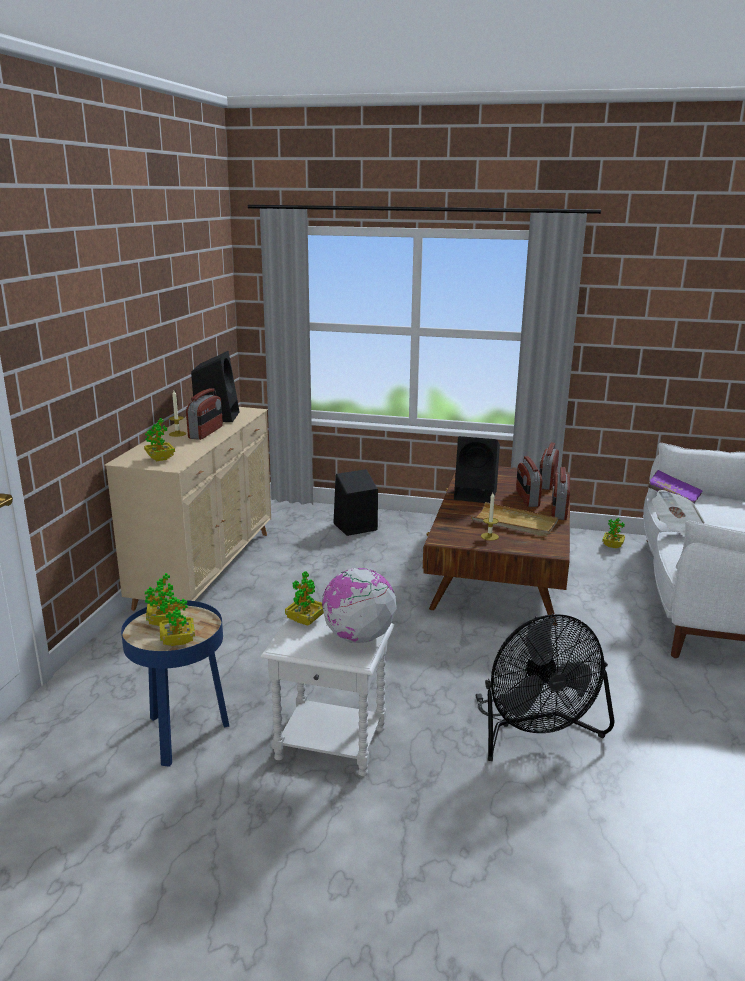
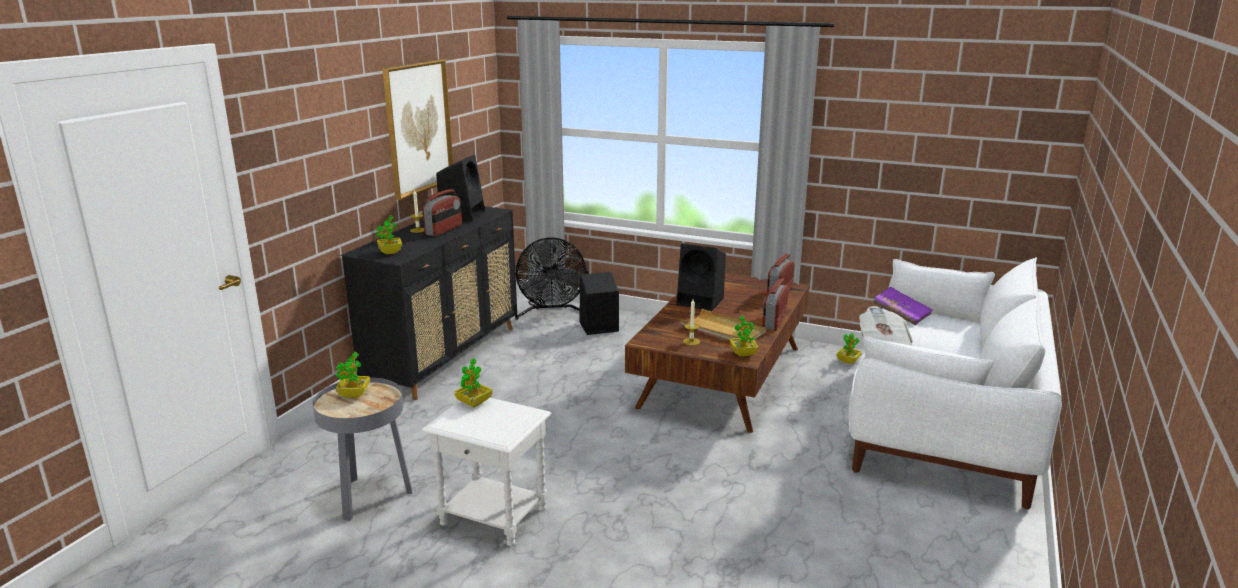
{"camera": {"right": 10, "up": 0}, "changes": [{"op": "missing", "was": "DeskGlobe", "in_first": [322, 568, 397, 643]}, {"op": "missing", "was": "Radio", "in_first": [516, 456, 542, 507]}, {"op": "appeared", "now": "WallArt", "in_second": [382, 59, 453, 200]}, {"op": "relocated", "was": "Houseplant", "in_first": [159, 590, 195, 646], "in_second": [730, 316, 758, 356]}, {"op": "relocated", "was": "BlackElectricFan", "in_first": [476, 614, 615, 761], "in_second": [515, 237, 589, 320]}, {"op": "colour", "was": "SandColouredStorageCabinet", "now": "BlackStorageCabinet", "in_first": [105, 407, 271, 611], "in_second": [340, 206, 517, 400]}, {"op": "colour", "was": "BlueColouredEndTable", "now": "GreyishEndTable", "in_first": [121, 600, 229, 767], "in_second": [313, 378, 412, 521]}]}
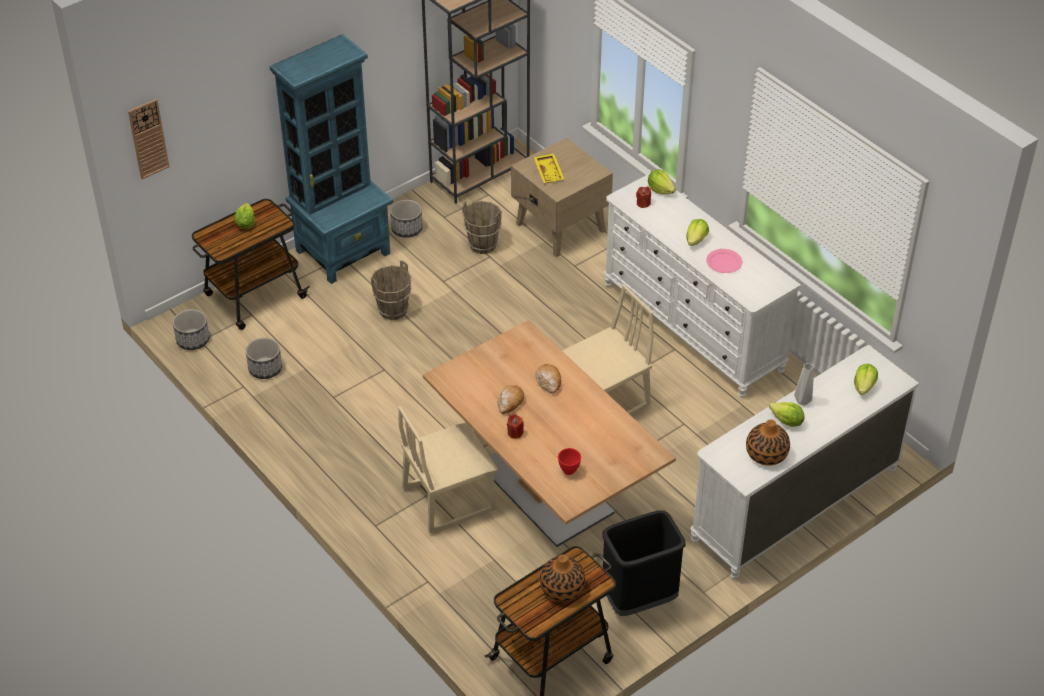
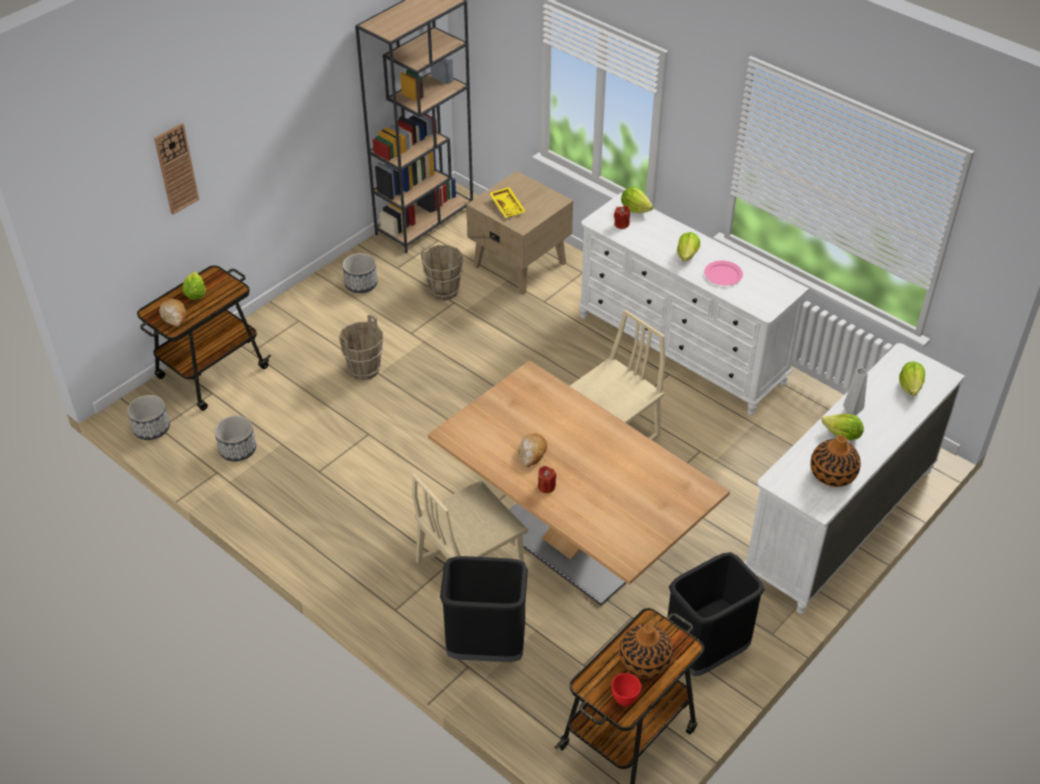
{"camera": {"right": -10, "up": 0}, "changes": [{"op": "missing", "was": "BlueColouredStorageCabinet", "in_first": [270, 34, 393, 284]}, {"op": "appeared", "now": "BlackTrashCan", "in_second": [440, 556, 528, 662]}, {"op": "relocated", "was": "WallClock", "in_first": [128, 99, 169, 179], "in_second": [154, 123, 199, 215]}, {"op": "relocated", "was": "BakeryBread", "in_first": [535, 364, 561, 394], "in_second": [159, 299, 186, 327]}, {"op": "relocated", "was": "RedColouredServingBowl", "in_first": [558, 448, 581, 475], "in_second": [611, 673, 641, 707]}]}
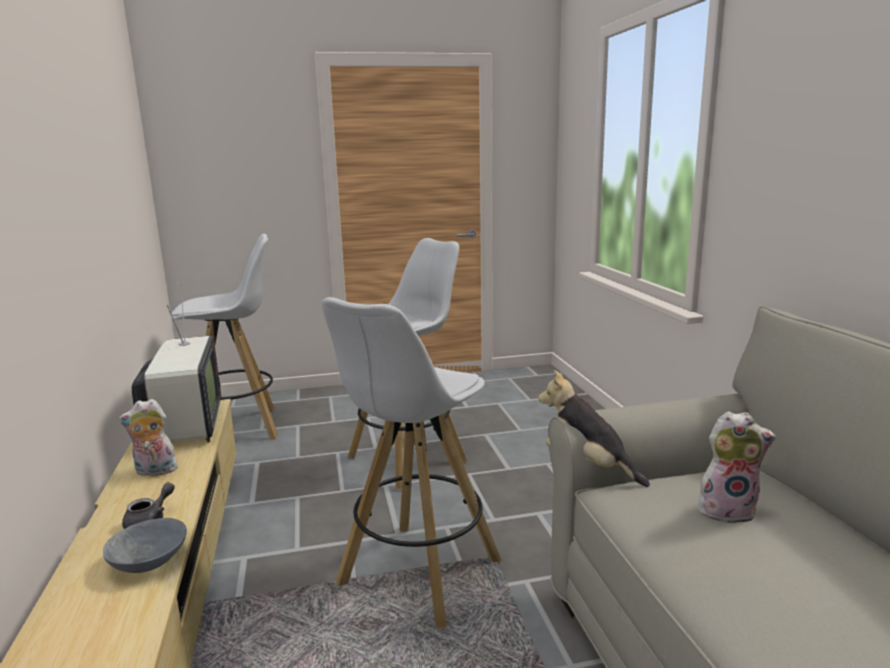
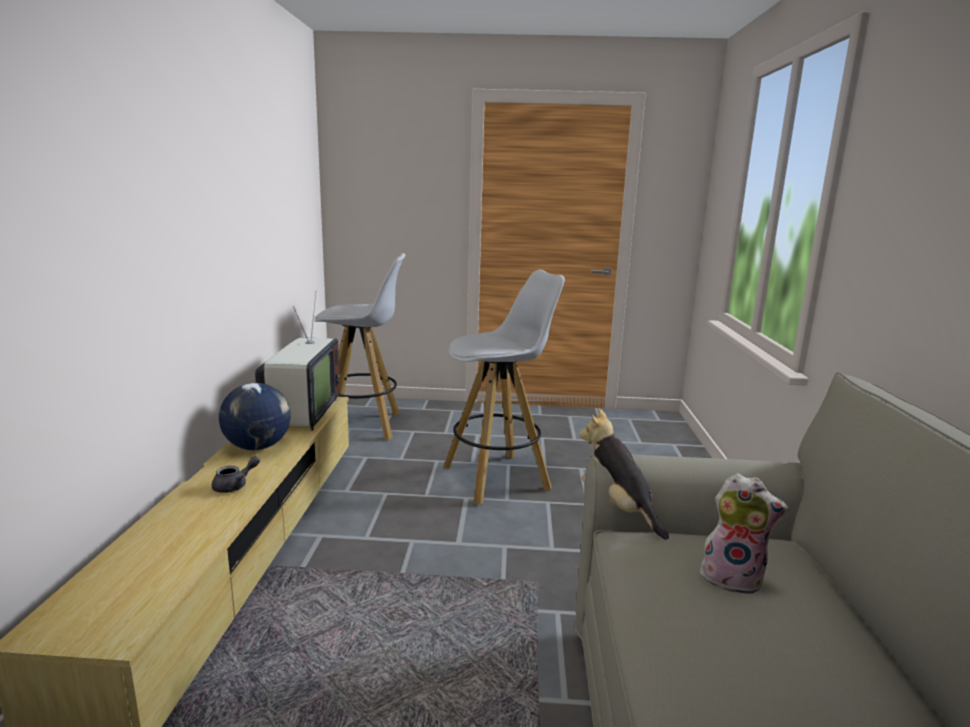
{"camera": {"right": 15, "up": 0}, "changes": [{"op": "missing", "was": "GreyishServingBowl", "in_first": [103, 518, 187, 573]}, {"op": "missing", "was": "WhitishSittingStool", "in_first": [321, 297, 502, 628]}, {"op": "exchanged", "was": "CuddlyToy", "now": "DeskGlobe", "in_first": [119, 399, 178, 476], "in_second": [219, 383, 291, 450]}]}
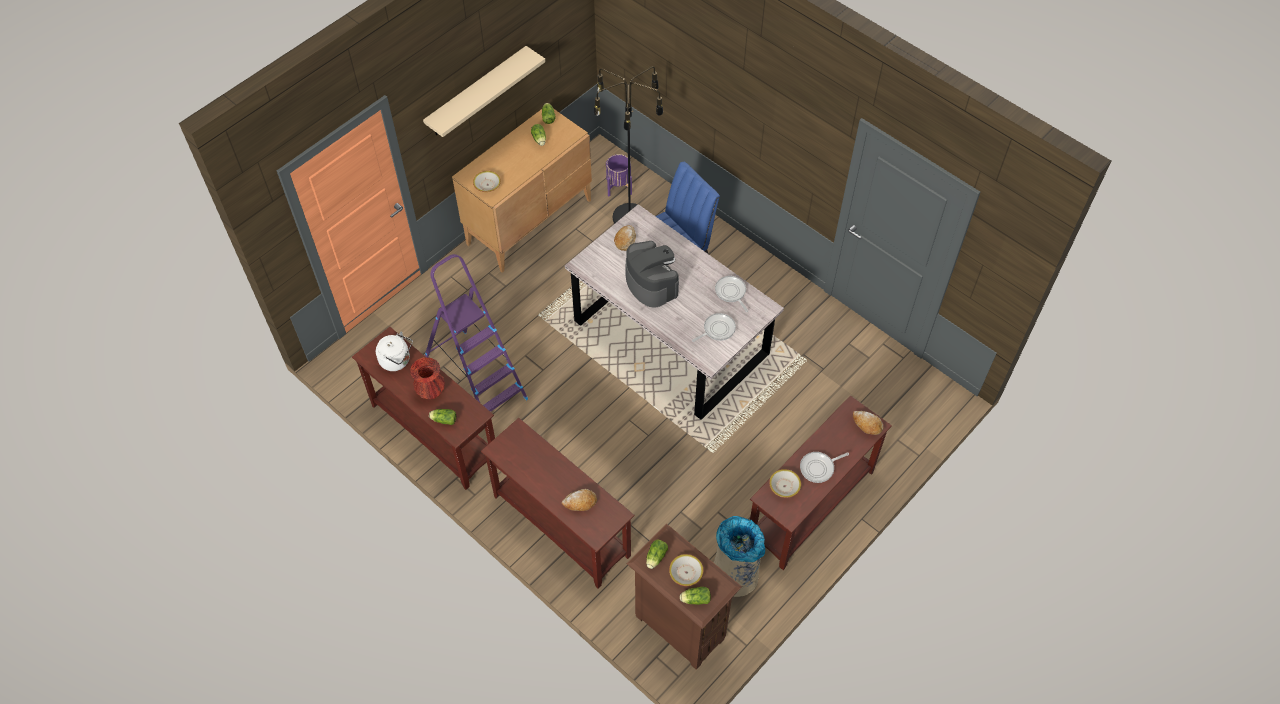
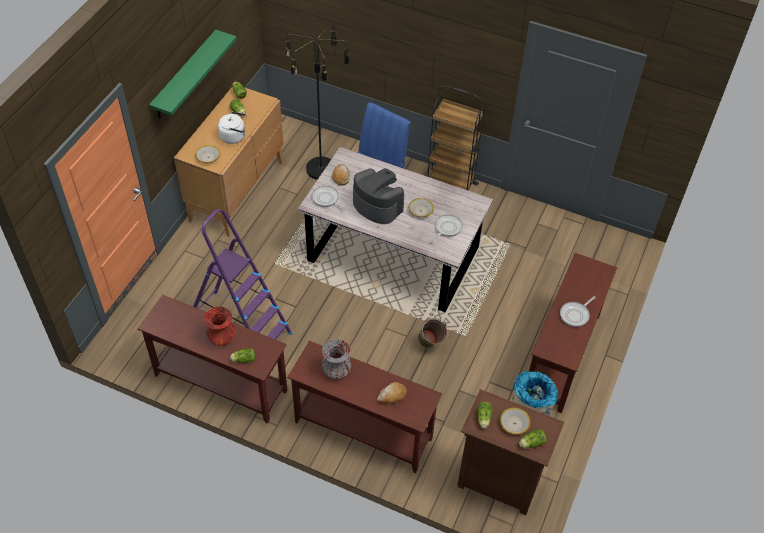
{"camera": {"right": -20, "up": -5}, "changes": [{"op": "missing", "was": "PurpleFlowerPot", "in_first": [606, 154, 632, 196]}, {"op": "missing", "was": "BakeryBread", "in_first": [853, 411, 883, 435]}, {"op": "appeared", "now": "GreyishFlowerVase", "in_second": [322, 339, 351, 379]}, {"op": "appeared", "now": "GreenishBucket", "in_second": [418, 318, 448, 348]}, {"op": "appeared", "now": "BrownishTrolley", "in_second": [427, 86, 484, 190]}, {"op": "relocated", "was": "WhitishTeaKettle", "in_first": [376, 331, 413, 371], "in_second": [218, 112, 247, 144]}, {"op": "relocated", "was": "FryingPan", "in_first": [715, 276, 748, 312], "in_second": [312, 186, 346, 211]}, {"op": "relocated", "was": "ServingBowl", "in_first": [769, 469, 801, 498], "in_second": [409, 198, 434, 217]}, {"op": "colour", "was": "SandColouredShelf", "now": "GreenishShelf", "in_first": [423, 46, 545, 137], "in_second": [149, 30, 237, 119]}]}
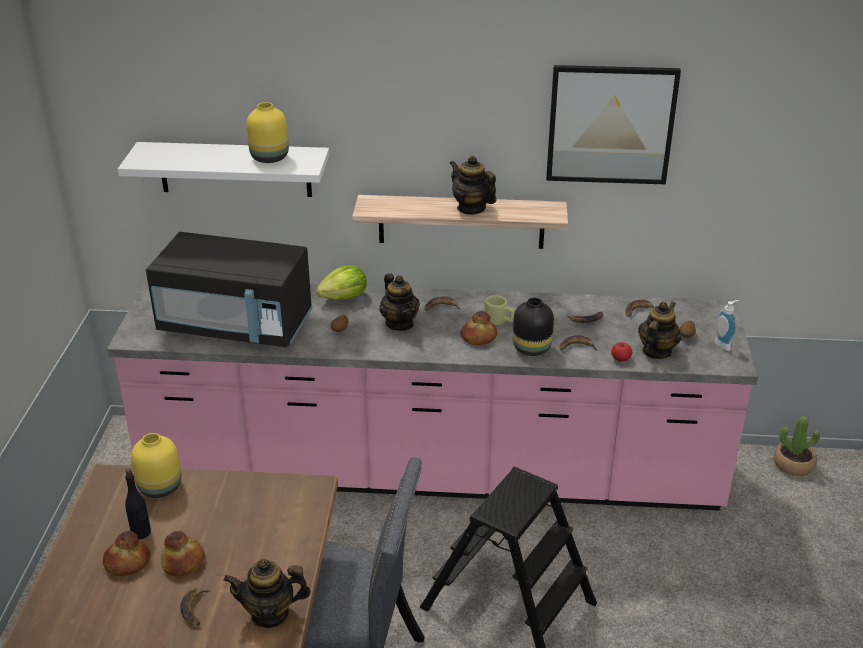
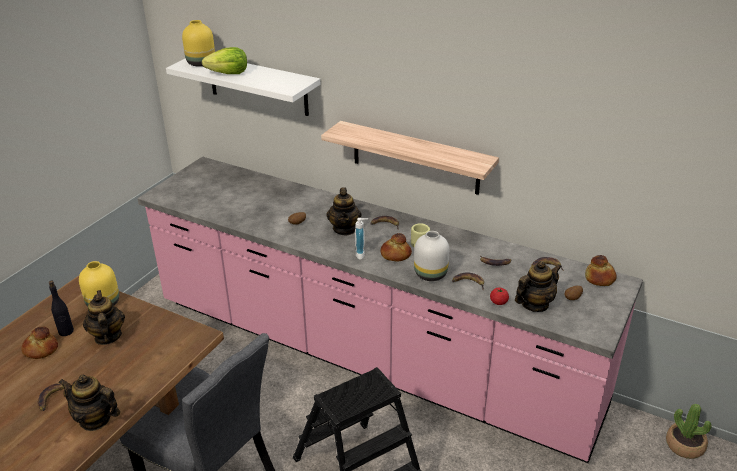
{"camera": {"right": 25, "up": 0}, "changes": [{"op": "missing", "was": "BlackMicrowaveOven", "in_first": [146, 232, 312, 347]}, {"op": "missing", "was": "WallArt", "in_first": [546, 65, 681, 184]}, {"op": "relocated", "was": "BakeryBread", "in_first": [161, 531, 205, 576], "in_second": [585, 255, 617, 286]}, {"op": "relocated", "was": "YellowishFlowerVase", "in_first": [246, 102, 289, 163], "in_second": [182, 20, 215, 67]}, {"op": "relocated", "was": "HeadOfLettuce", "in_first": [316, 265, 367, 299], "in_second": [202, 47, 247, 74]}, {"op": "relocated", "was": "PotForTea", "in_first": [449, 155, 496, 215], "in_second": [83, 290, 125, 345]}, {"op": "relocated", "was": "SoapBottle", "in_first": [715, 300, 739, 351], "in_second": [355, 218, 369, 259]}, {"op": "colour", "was": "BlackFlowerVase", "now": "WhitishFlowerVase", "in_first": [513, 298, 554, 356], "in_second": [414, 231, 449, 281]}]}
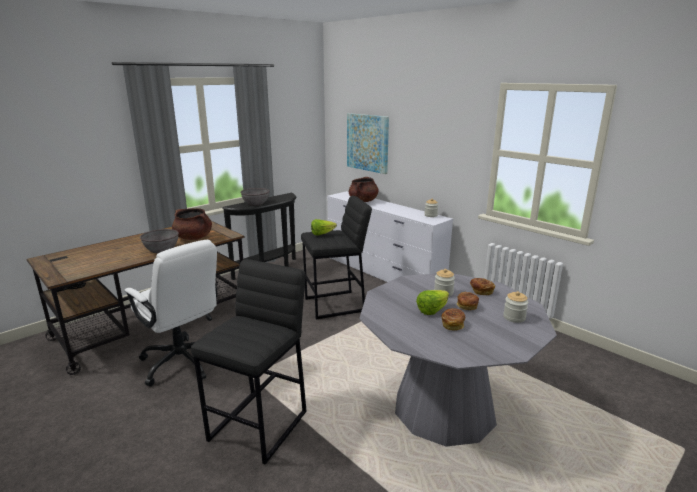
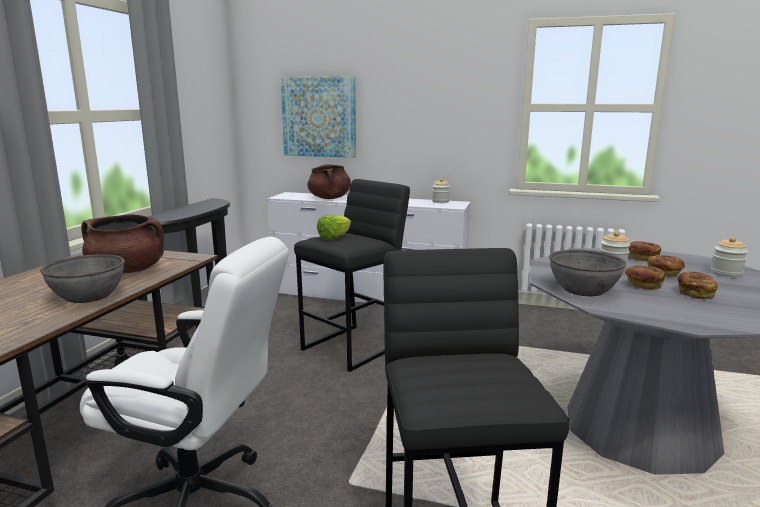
{"camera": {"right": -30, "up": -5}, "changes": [{"op": "relocated", "was": "GreyishServingBowl", "in_first": [241, 188, 269, 206], "in_second": [549, 250, 626, 296]}, {"op": "exchanged", "was": "HeadOfLettuce", "now": "BakeryBread", "in_first": [416, 290, 449, 315], "in_second": [625, 265, 665, 290]}]}
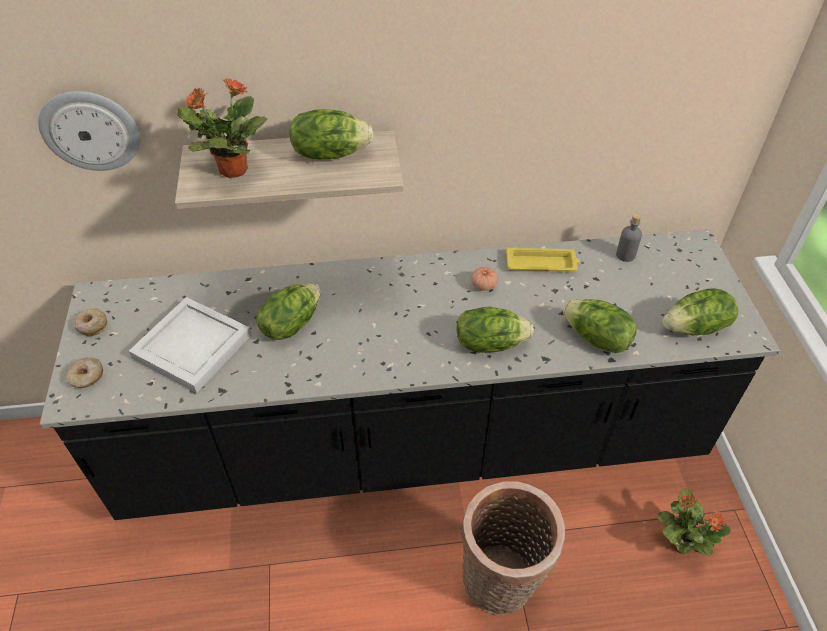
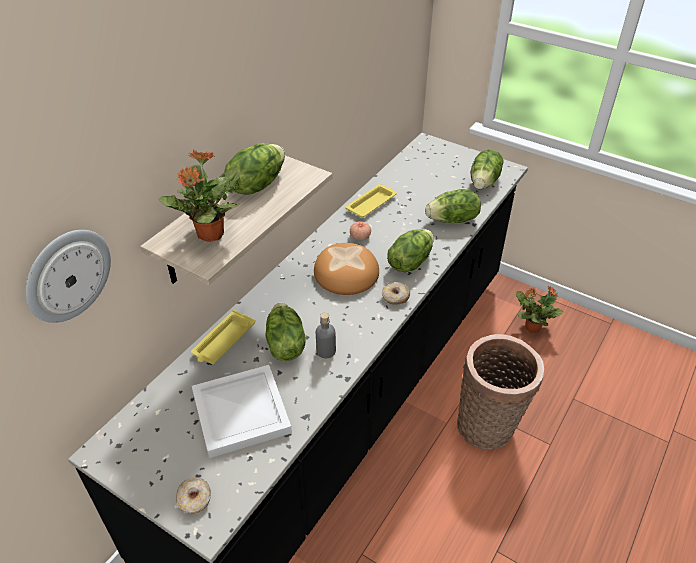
{"camera": {"right": -50, "up": -5}, "changes": [{"op": "appeared", "now": "YellowishServingTray", "in_second": [191, 310, 255, 364]}, {"op": "appeared", "now": "BakeryBread", "in_second": [314, 243, 379, 295]}, {"op": "relocated", "was": "Donut", "in_first": [74, 308, 108, 337], "in_second": [382, 282, 410, 305]}, {"op": "relocated", "was": "GreyishBeverageBottle", "in_first": [616, 213, 642, 262], "in_second": [316, 313, 336, 358]}]}
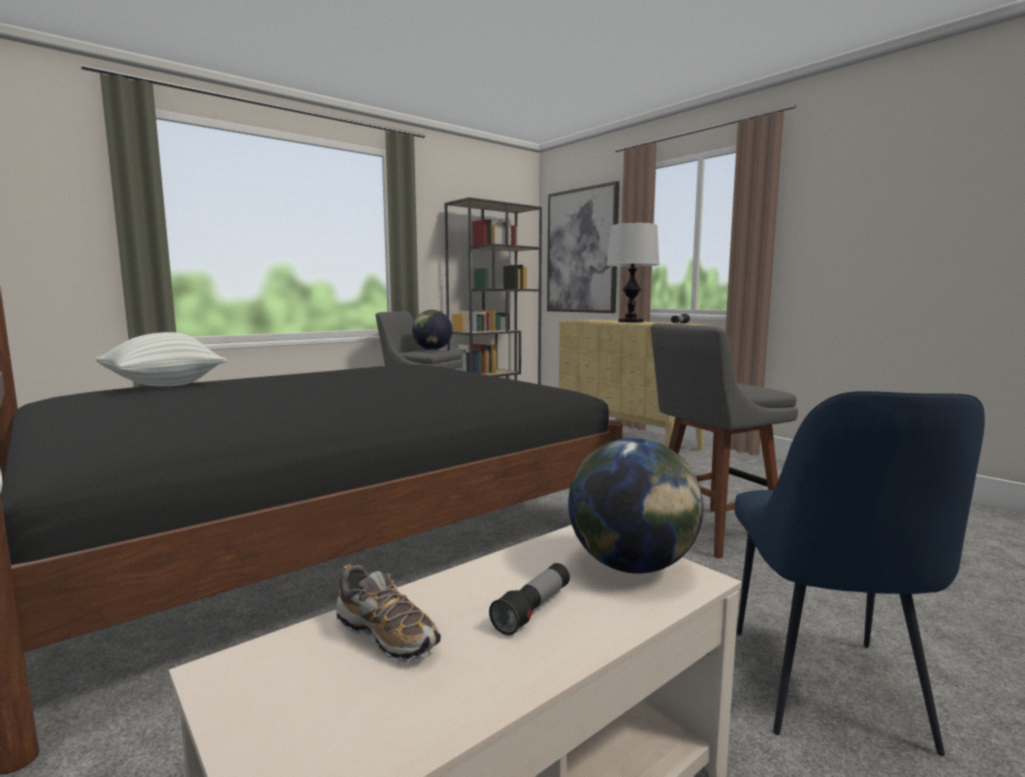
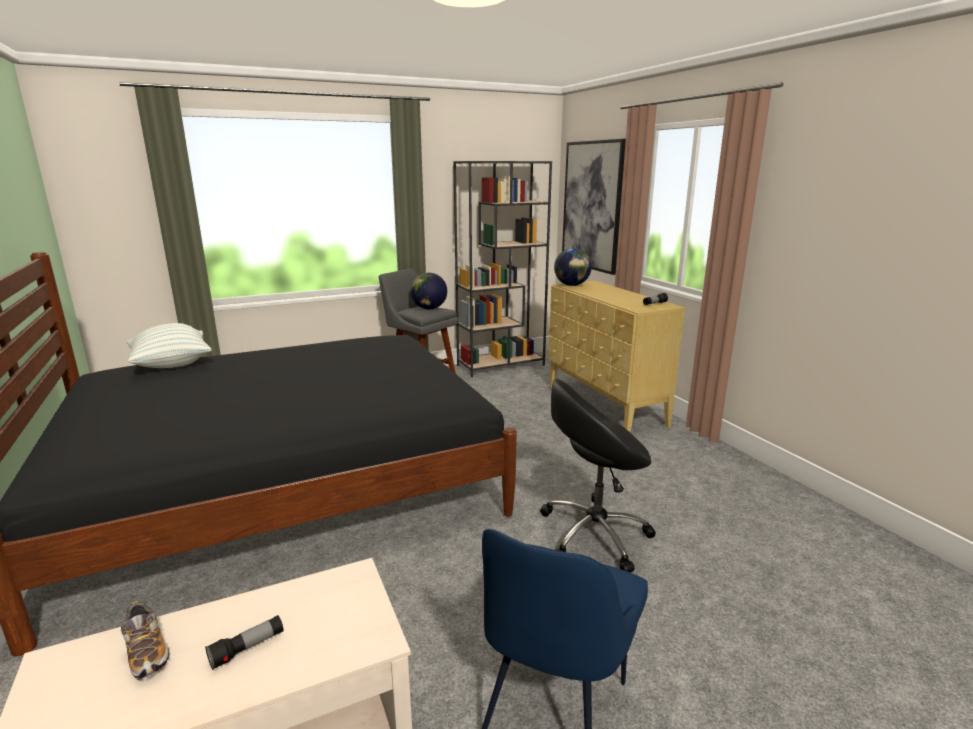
{"camera": {"right": 15, "up": 10}, "changes": [{"op": "missing", "was": "LampForATable", "in_first": [606, 222, 659, 322]}, {"op": "relocated", "was": "DeskGlobe", "in_first": [568, 438, 703, 574], "in_second": [554, 248, 592, 286]}, {"op": "exchanged", "was": "GreyishSittingStool", "now": "BlackDeskChair", "in_first": [651, 323, 798, 559], "in_second": [540, 378, 656, 572]}]}
